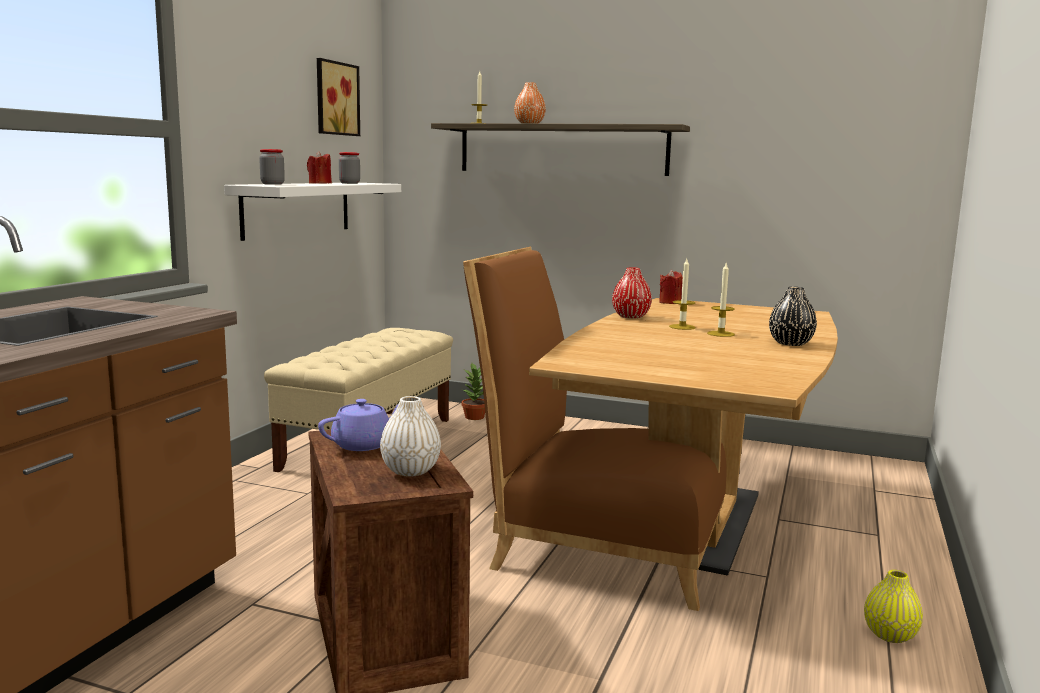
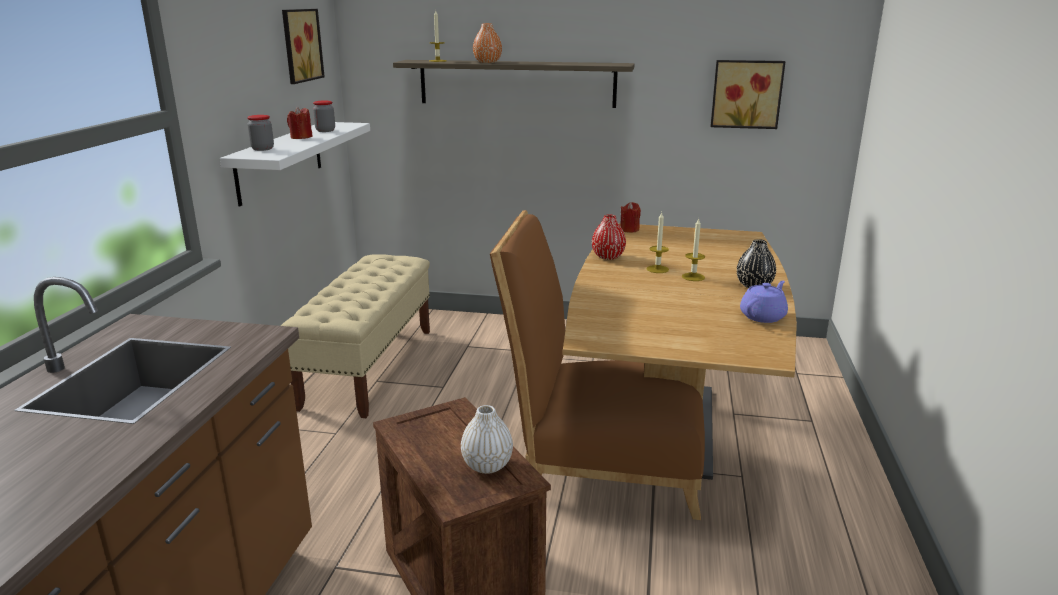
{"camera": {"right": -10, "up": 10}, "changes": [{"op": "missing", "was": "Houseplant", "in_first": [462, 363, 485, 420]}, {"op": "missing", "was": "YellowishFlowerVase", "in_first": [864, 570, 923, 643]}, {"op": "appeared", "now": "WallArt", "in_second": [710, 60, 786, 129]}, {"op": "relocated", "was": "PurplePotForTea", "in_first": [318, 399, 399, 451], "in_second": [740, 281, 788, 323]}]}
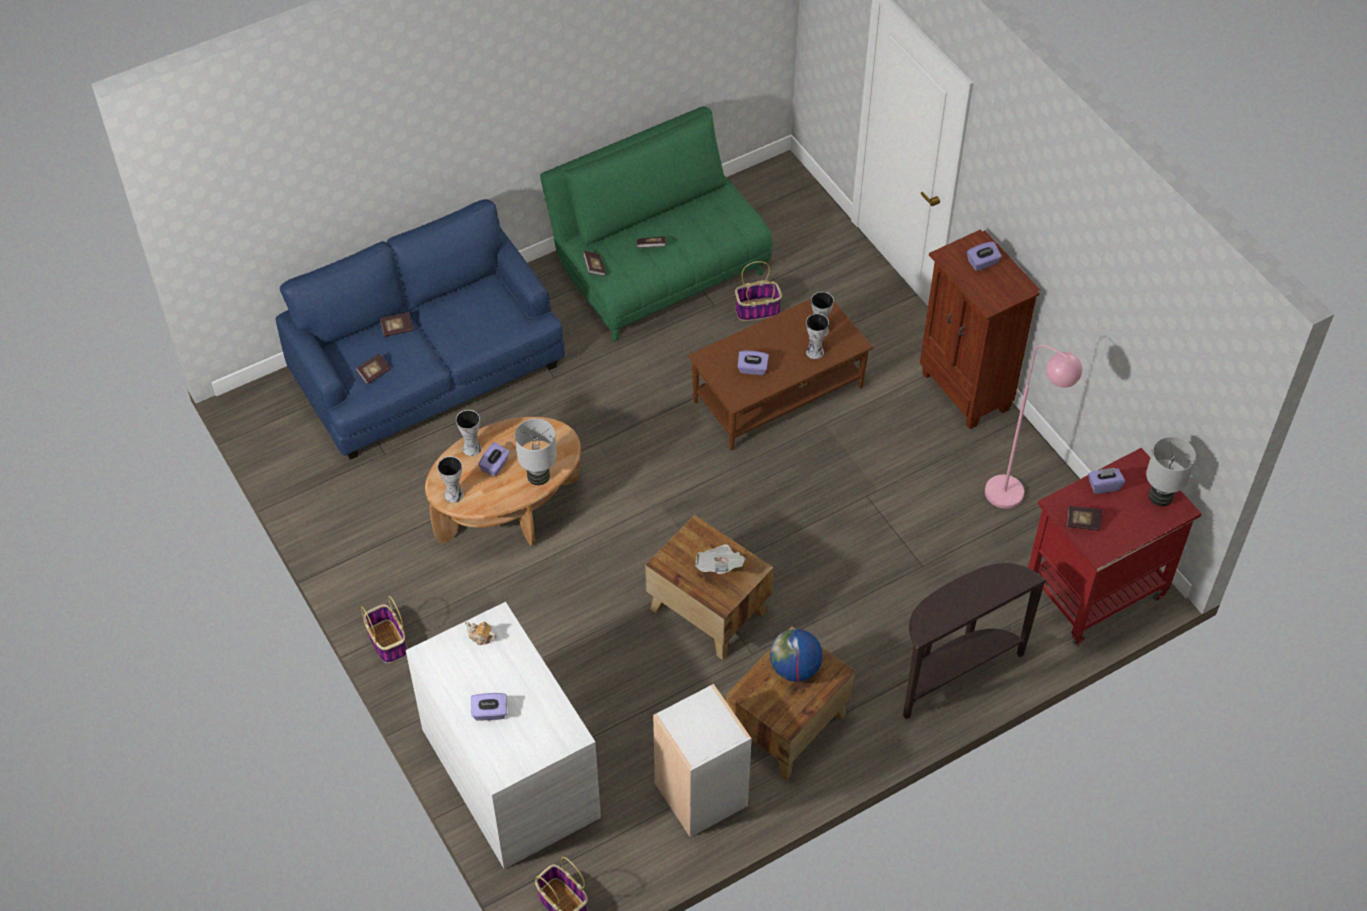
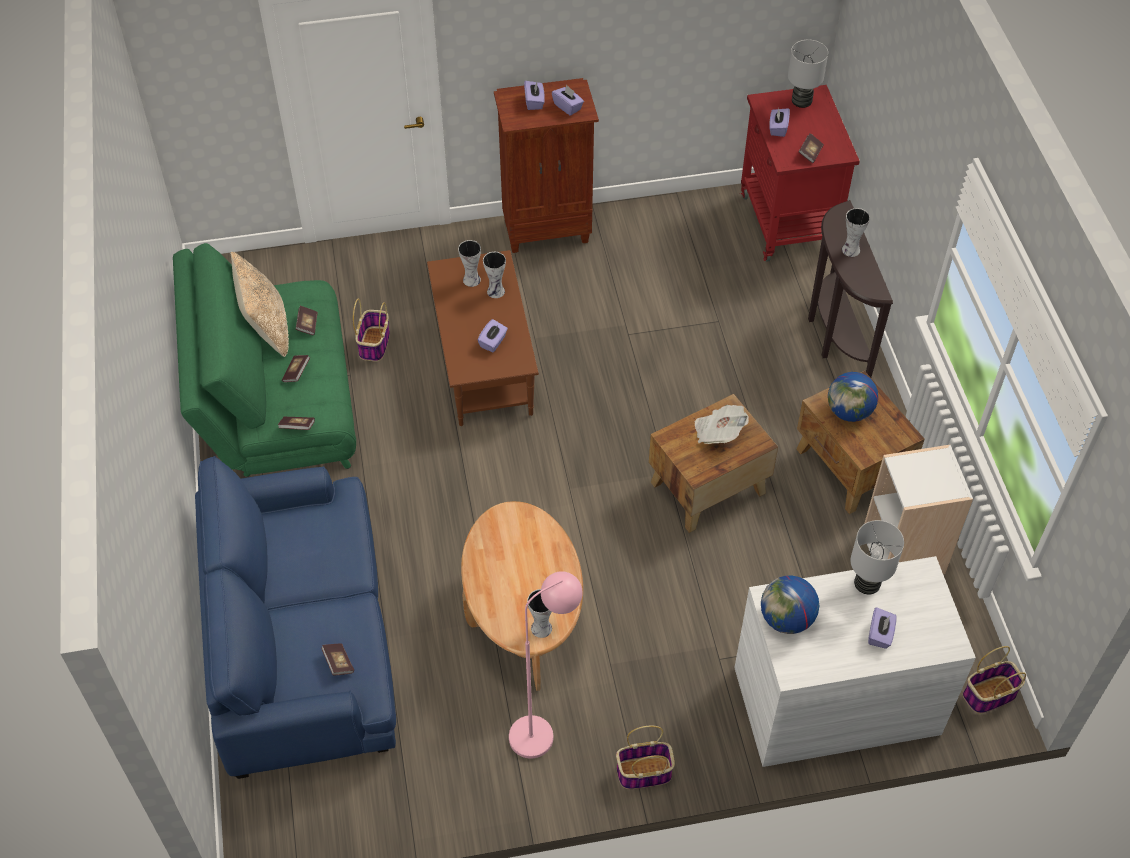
{"camera": {"right": -70, "up": 0}, "changes": [{"op": "appeared", "now": "SandColouredThrowPillow", "in_second": [231, 252, 289, 357]}, {"op": "relocated", "was": "Volume", "in_first": [380, 312, 413, 337], "in_second": [296, 306, 318, 335]}, {"op": "relocated", "was": "FlowerVase", "in_first": [456, 410, 481, 456], "in_second": [842, 208, 870, 257]}, {"op": "relocated", "was": "PurpleTissueHolder", "in_first": [478, 442, 510, 477], "in_second": [552, 85, 584, 116]}, {"op": "relocated", "was": "GreyishLampForATable", "in_first": [515, 419, 557, 485], "in_second": [850, 520, 904, 594]}, {"op": "relocated", "was": "PinkStandingLamp", "in_first": [985, 345, 1082, 509], "in_second": [509, 571, 583, 758]}, {"op": "exchanged", "was": "PotForTea", "now": "DeskGlobe", "in_first": [465, 622, 496, 645], "in_second": [761, 576, 819, 634]}]}
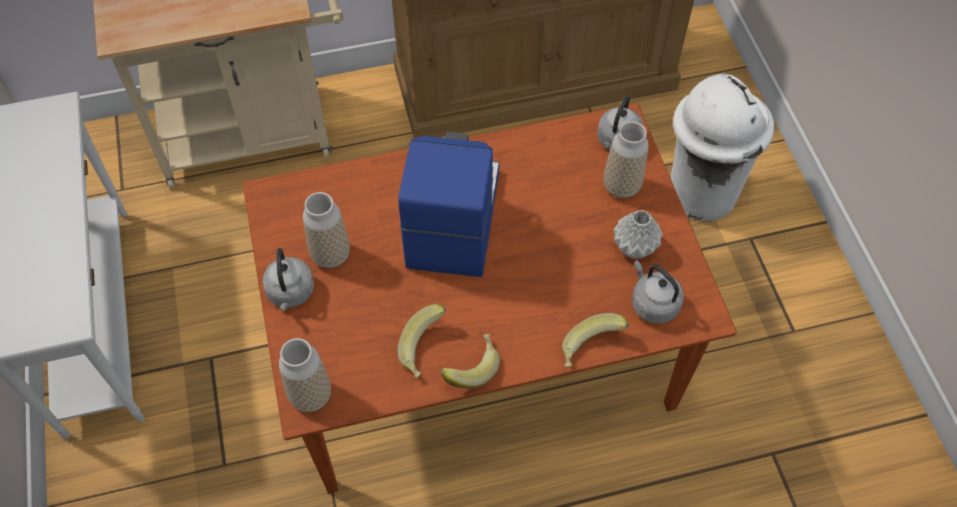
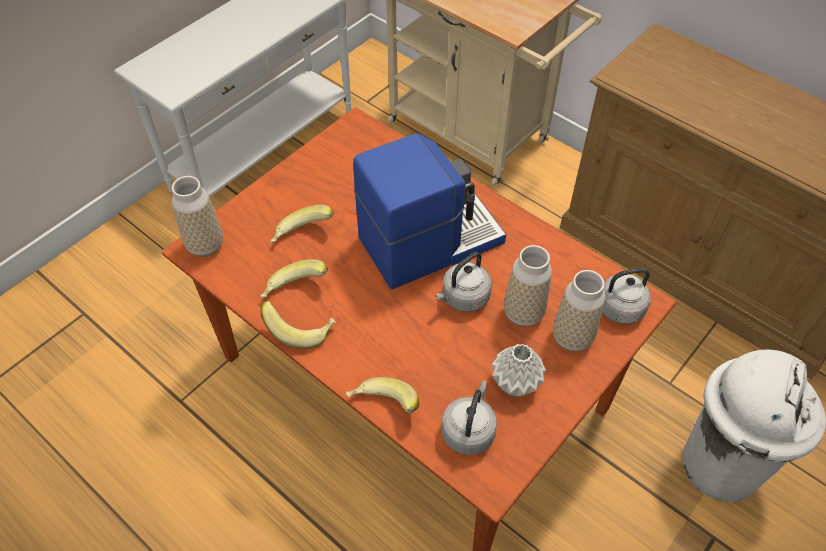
{"camera": {"right": 55, "up": -5}, "changes": [{"op": "appeared", "now": "WholeBanana", "in_second": [270, 205, 334, 242]}, {"op": "relocated", "was": "GreyishTeaKettle", "in_first": [262, 248, 314, 311], "in_second": [435, 252, 492, 312]}, {"op": "relocated", "was": "FlowerVase", "in_first": [303, 192, 350, 268], "in_second": [504, 245, 552, 327]}]}
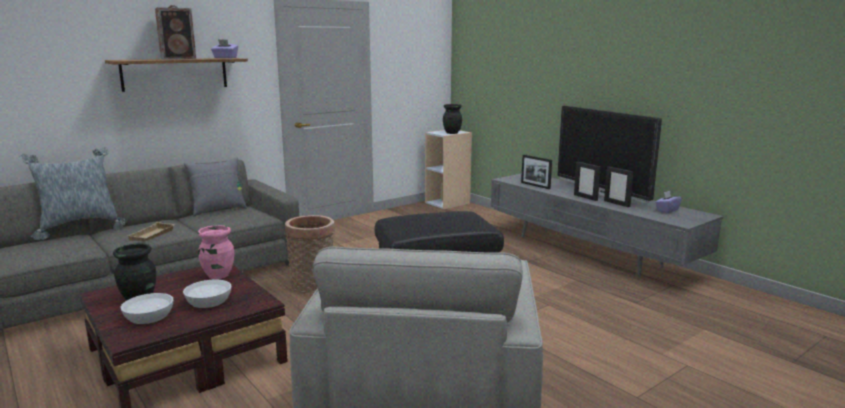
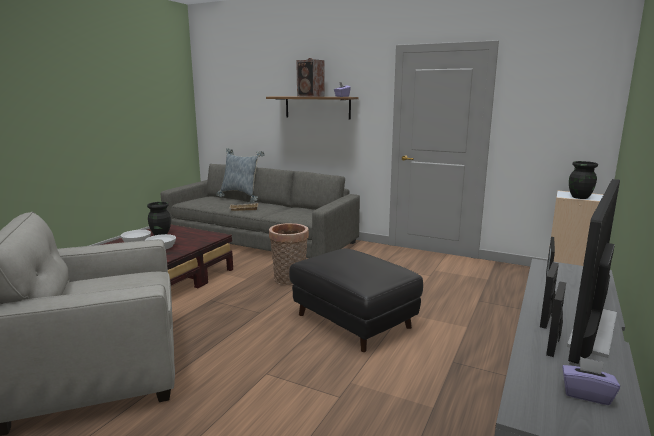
{"camera": {"right": 65, "up": 0}, "changes": [{"op": "missing", "was": "GreyishThrowPillow", "in_first": [184, 157, 247, 216]}, {"op": "missing", "was": "PinkFlowerVase", "in_first": [197, 225, 234, 279]}]}
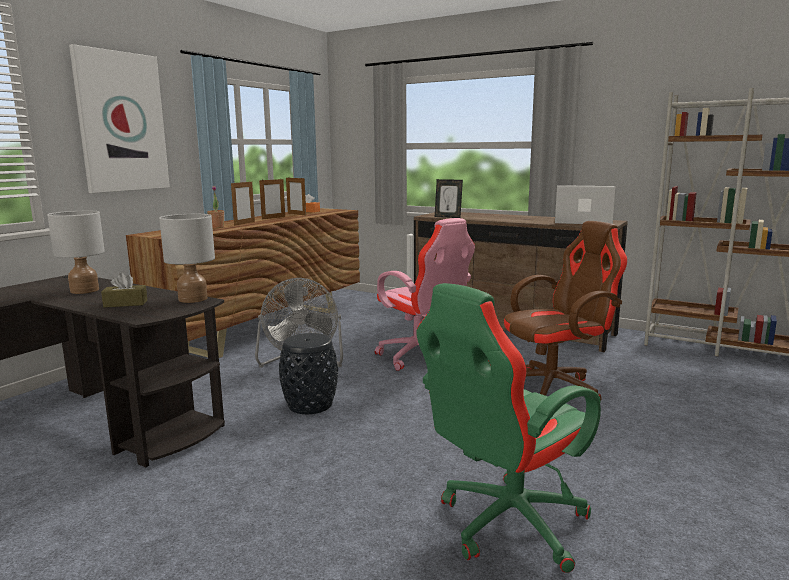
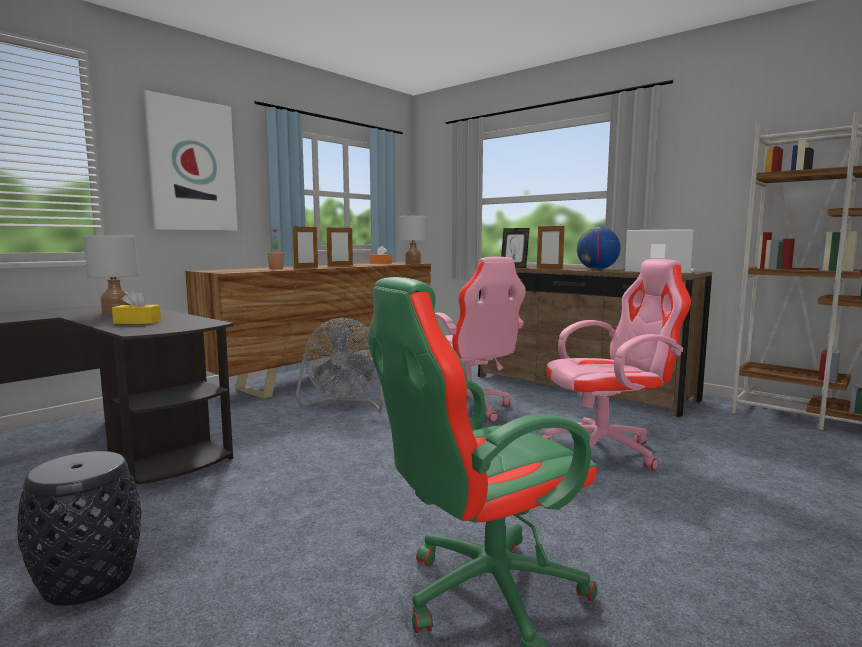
{"camera": {"right": 10, "up": -5}, "changes": [{"op": "appeared", "now": "DeskGlobe", "in_second": [577, 227, 620, 270]}, {"op": "relocated", "was": "GreyishLampForATable", "in_first": [159, 214, 215, 303], "in_second": [400, 216, 427, 264]}, {"op": "relocated", "was": "BlackSittingStool", "in_first": [279, 333, 338, 414], "in_second": [17, 451, 141, 606]}, {"op": "relocated", "was": "PictureFrame", "in_first": [286, 177, 306, 215], "in_second": [537, 224, 565, 270]}, {"op": "colour", "was": "BrownishTissueHolder", "now": "YellowishTissueHolder", "in_first": [101, 273, 147, 308], "in_second": [112, 290, 161, 324]}, {"op": "colour", "was": "BrownishDeskChair", "now": "PinkDeskChair", "in_first": [504, 221, 627, 401], "in_second": [542, 259, 691, 470]}]}
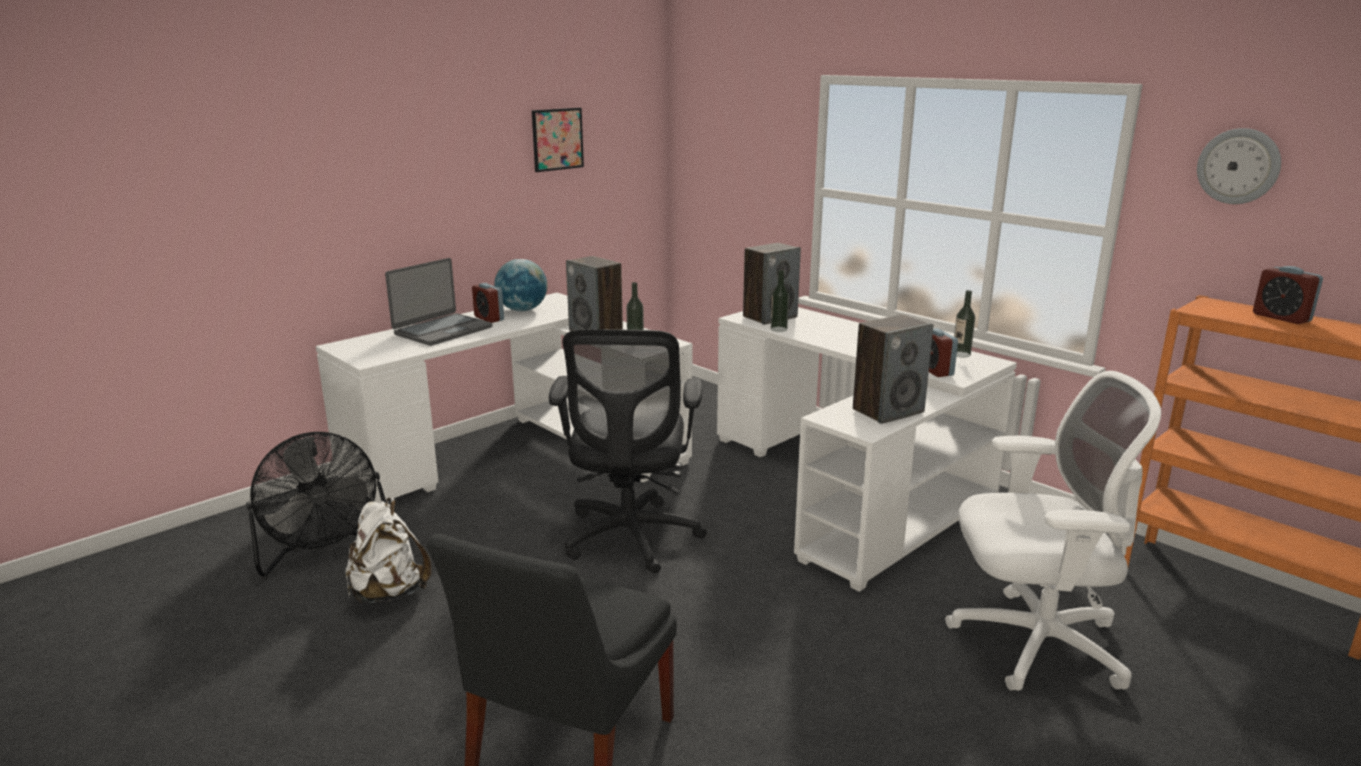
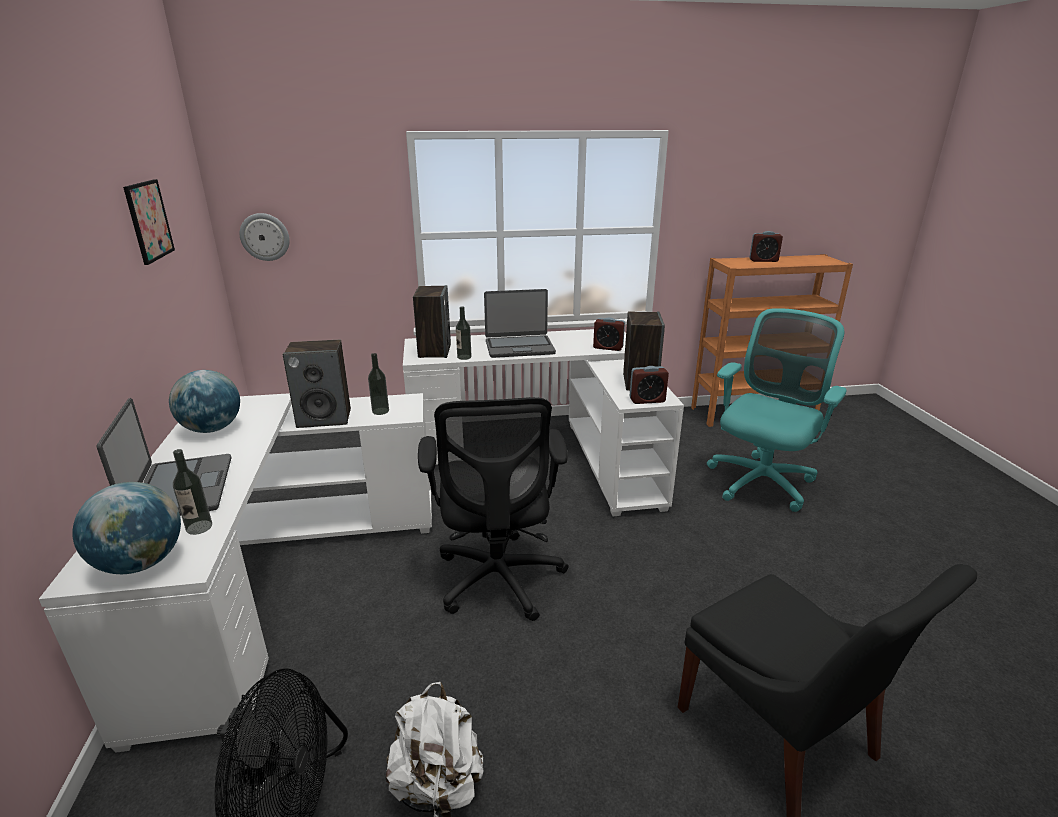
{"camera": {"right": -55, "up": 5}, "changes": [{"op": "appeared", "now": "DeskGlobe", "in_second": [72, 482, 181, 574]}, {"op": "appeared", "now": "PortableComputer", "in_second": [484, 289, 556, 358]}, {"op": "relocated", "was": "BedsideClock", "in_first": [472, 283, 504, 323], "in_second": [630, 366, 669, 404]}, {"op": "relocated", "was": "BeverageBottle", "in_first": [954, 290, 975, 358], "in_second": [173, 449, 212, 535]}, {"op": "relocated", "was": "WallClock", "in_first": [1197, 128, 1281, 204], "in_second": [240, 213, 290, 261]}, {"op": "colour", "was": "WhitishDeskChair", "now": "TurquoiseColouredDeskChair", "in_first": [945, 371, 1161, 691], "in_second": [707, 308, 847, 512]}, {"op": "spun", "was": "BlackDeskChair", "in_first": [549, 329, 707, 573], "in_second": [418, 397, 569, 621], "clockwise": 45}]}
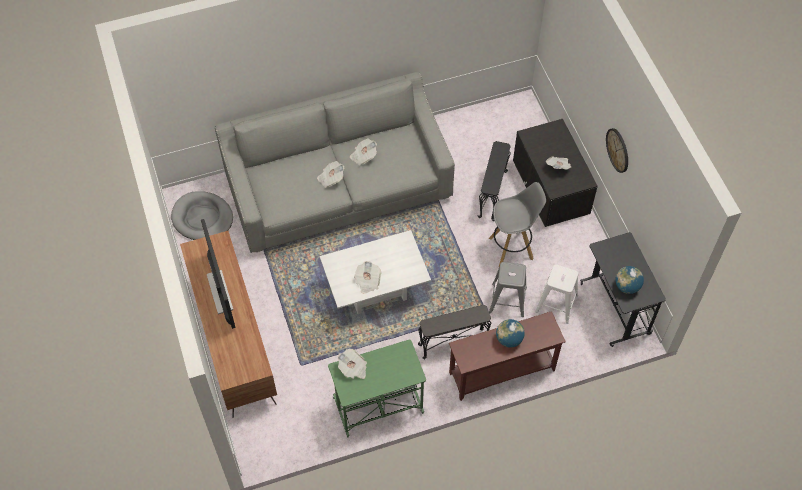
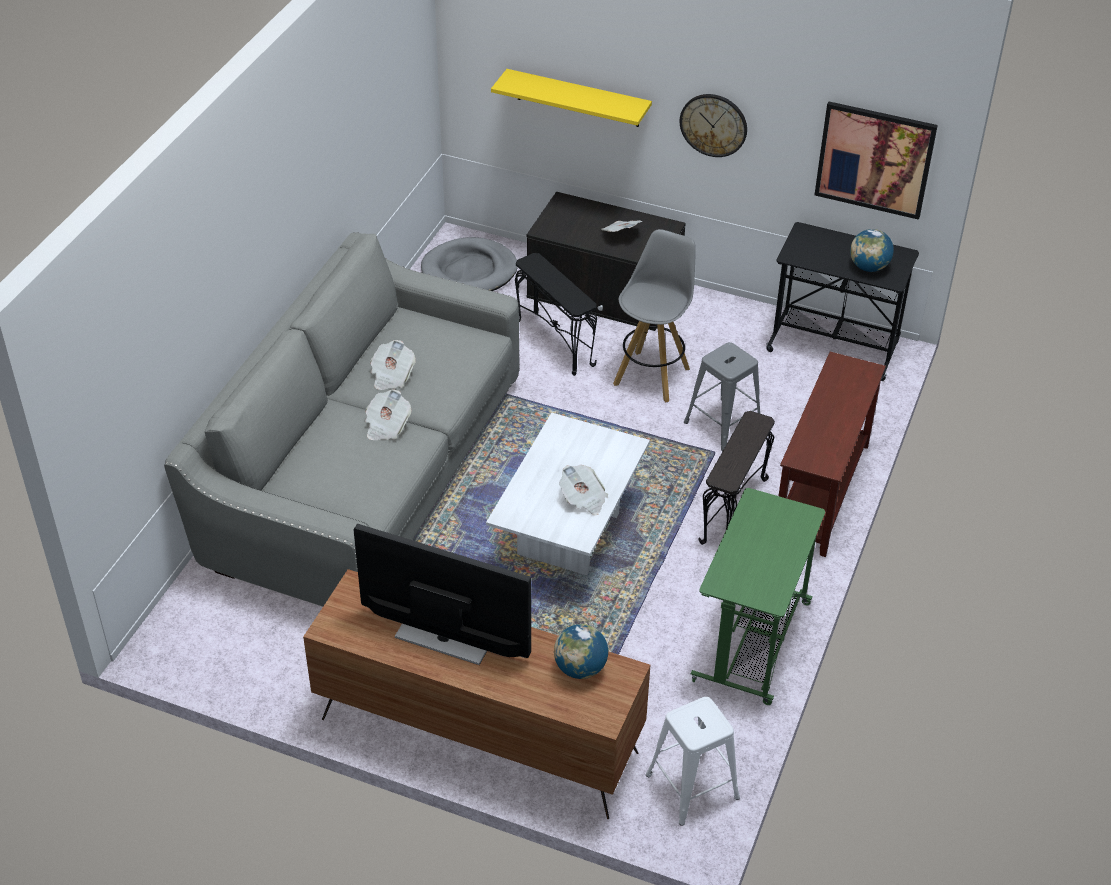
{"camera": {"right": -50, "up": -15}, "changes": [{"op": "missing", "was": "Newspaper", "in_first": [338, 349, 367, 379]}, {"op": "appeared", "now": "YellowishShelf", "in_second": [491, 69, 652, 127]}, {"op": "appeared", "now": "WallArt", "in_second": [814, 102, 938, 220]}, {"op": "relocated", "was": "GreyishDogBed", "in_first": [171, 191, 233, 240], "in_second": [421, 237, 518, 291]}, {"op": "relocated", "was": "DeskGlobe", "in_first": [496, 319, 525, 348], "in_second": [554, 624, 608, 679]}, {"op": "relocated", "was": "WhitishSittingStool", "in_first": [535, 264, 578, 323], "in_second": [646, 697, 740, 826]}]}
